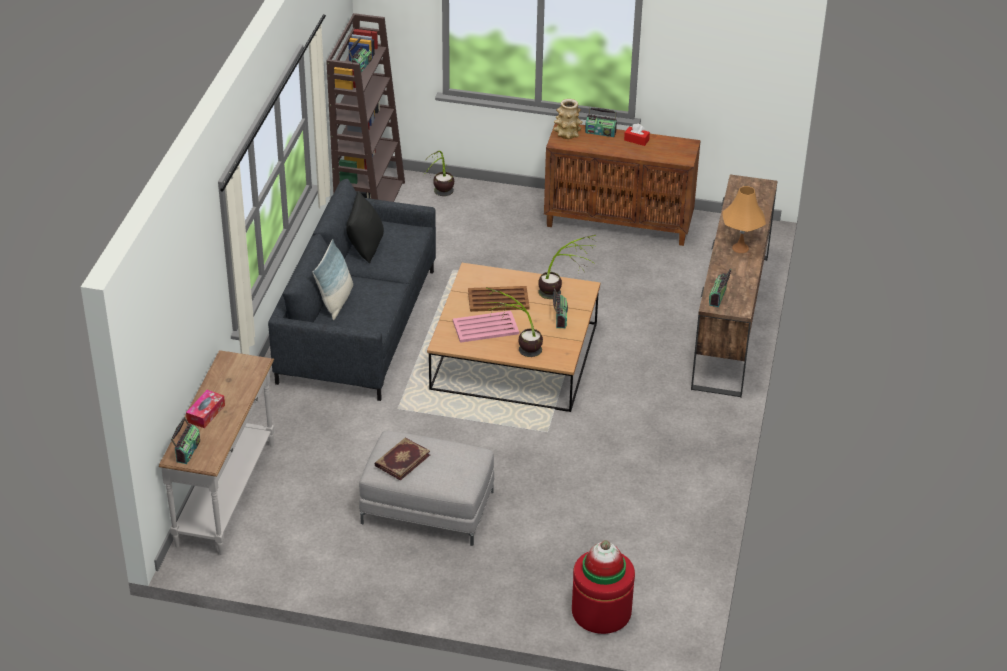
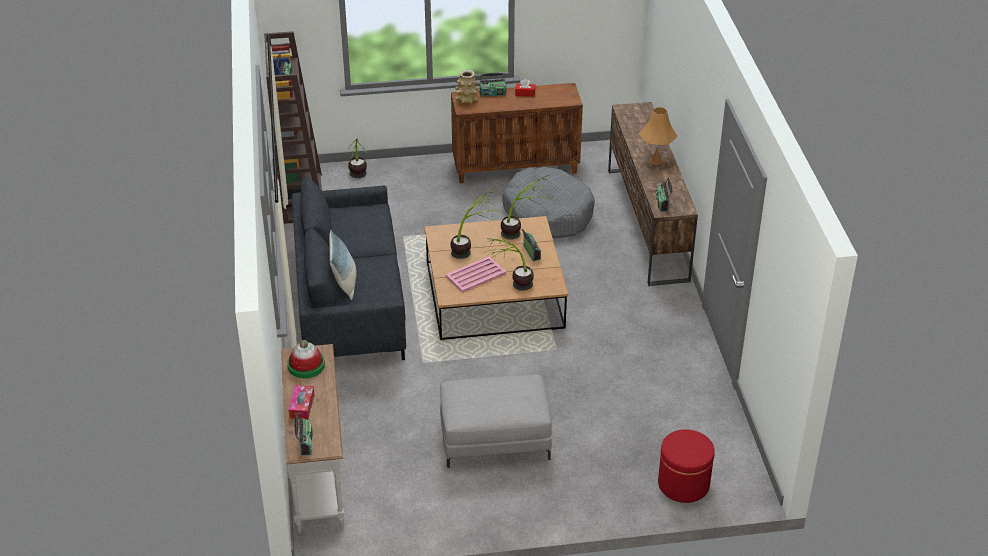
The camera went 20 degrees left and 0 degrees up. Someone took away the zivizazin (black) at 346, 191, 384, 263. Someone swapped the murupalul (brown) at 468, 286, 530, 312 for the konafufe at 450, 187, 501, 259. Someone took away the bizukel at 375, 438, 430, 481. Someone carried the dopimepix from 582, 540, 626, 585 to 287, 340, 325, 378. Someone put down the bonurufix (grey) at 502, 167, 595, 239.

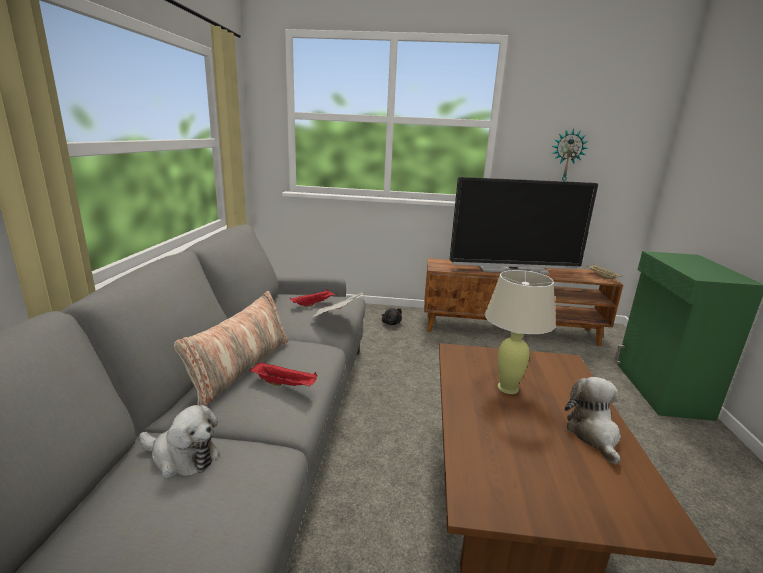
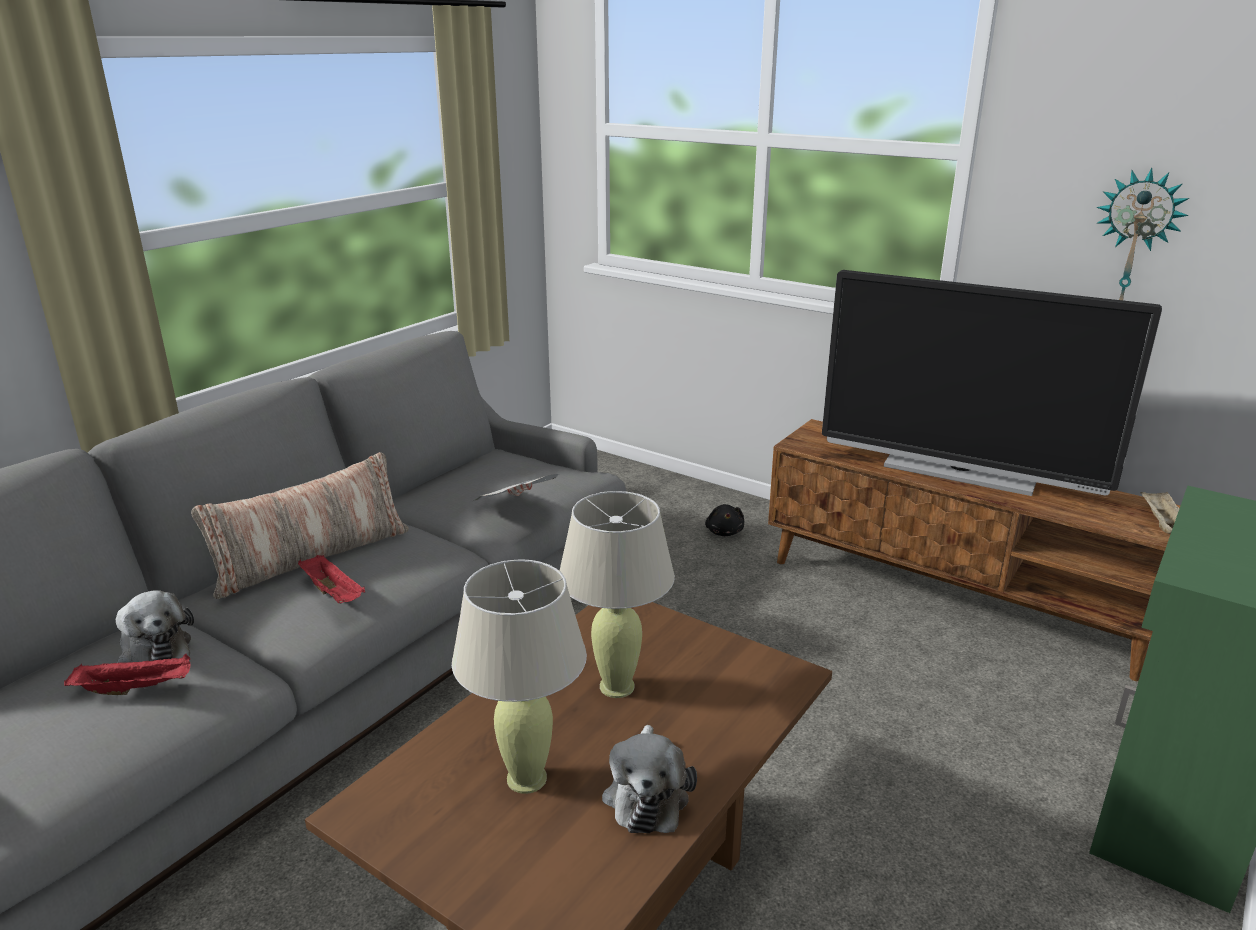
The camera went 30 degrees right and 5 degrees up. Someone carried the murupalul (red) from 290, 289, 337, 307 to 64, 653, 191, 695. Someone rotated the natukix at 565, 377, 621, 465 by 150 degrees clockwise. Someone put down the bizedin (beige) at 452, 559, 587, 794.

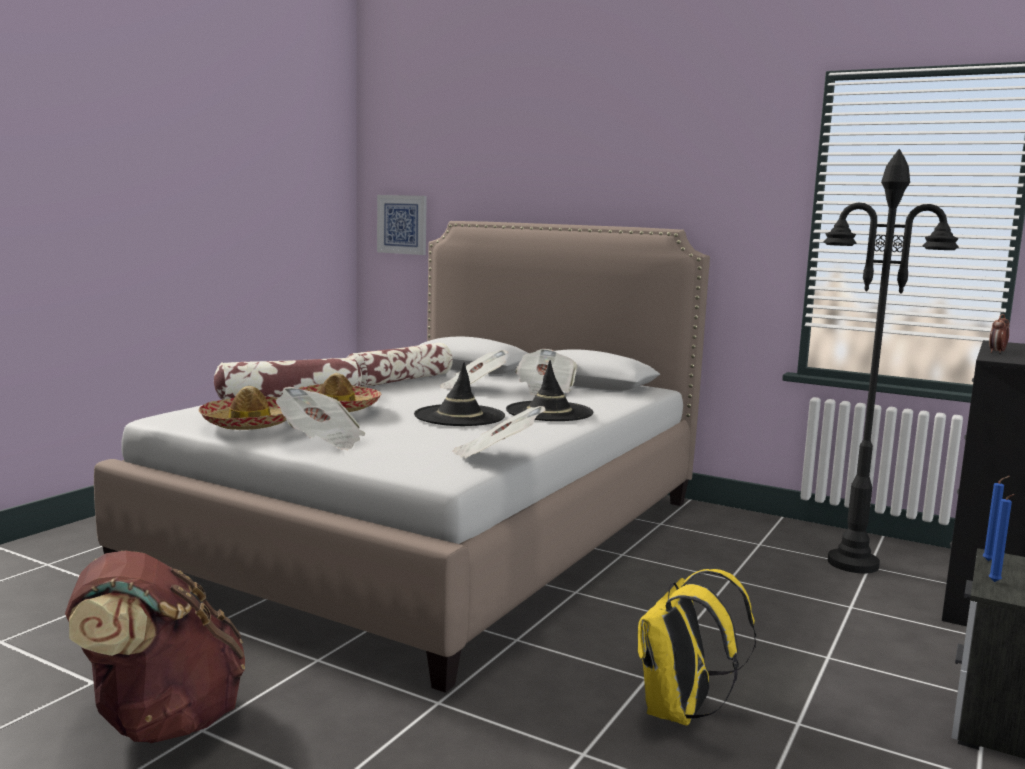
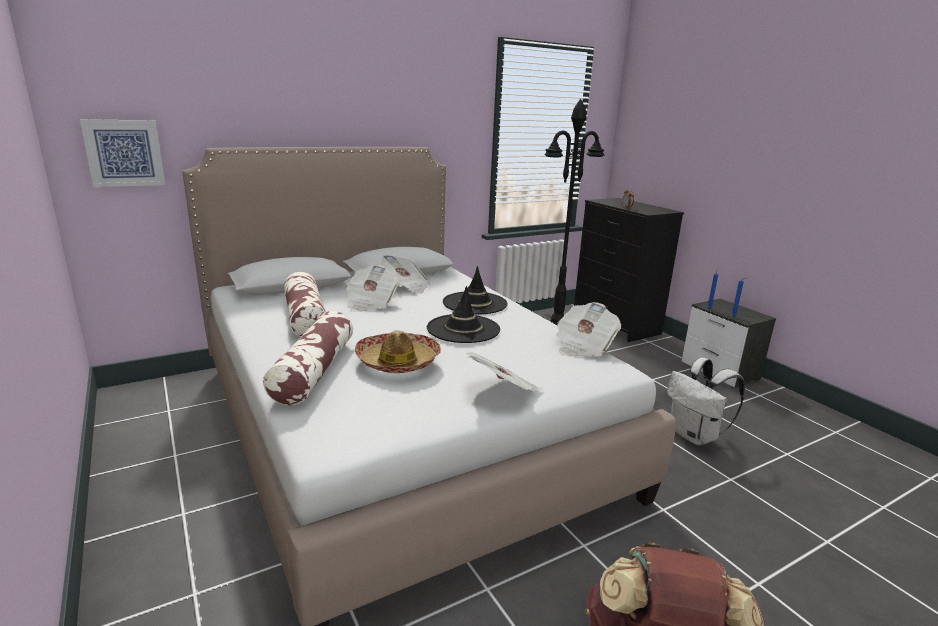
The camera went 60 degrees left and 10 degrees up. Someone took away the dopimepix at 199, 386, 286, 430. Someone repainted the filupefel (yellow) at 638, 569, 756, 726, which became the filupefel (white) at 667, 358, 745, 445.

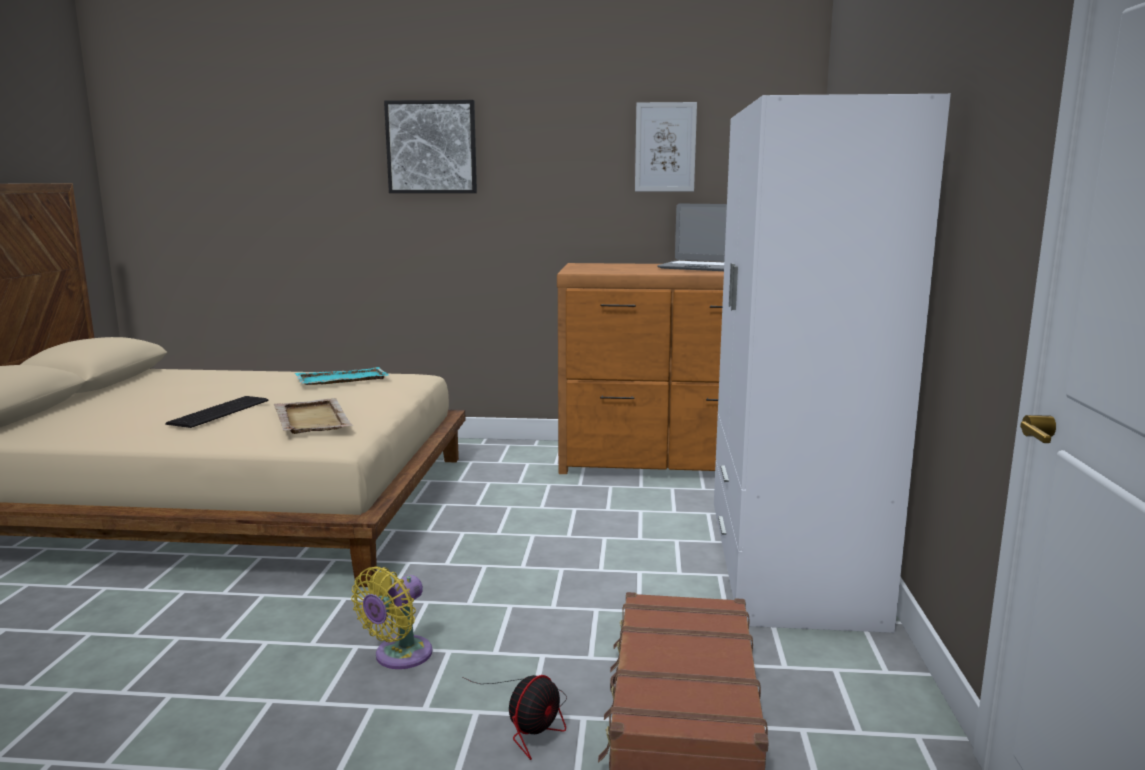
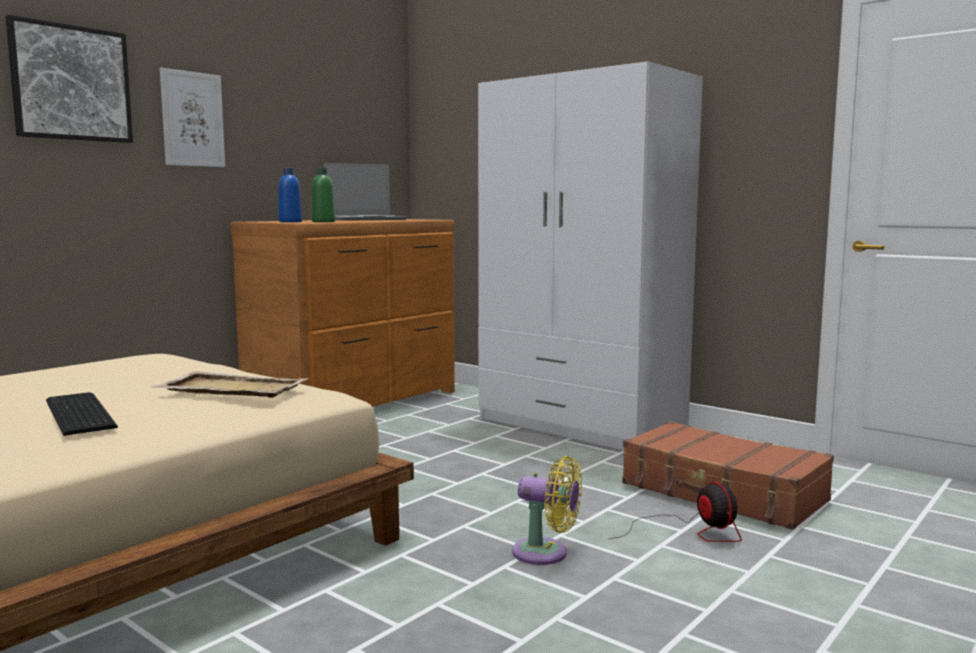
The camera went 55 degrees left and 5 degrees down. Someone carried the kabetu from 635, 102, 697, 191 to 160, 68, 225, 167. Someone took away the murupalul (turquoise) at 295, 367, 389, 385. Someone rotated the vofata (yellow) at 351, 566, 432, 669 by 45 degrees counterclockwise. Someone put down the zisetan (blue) at 278, 168, 302, 222. Someone put down the zisetan (green) at 312, 168, 335, 222.

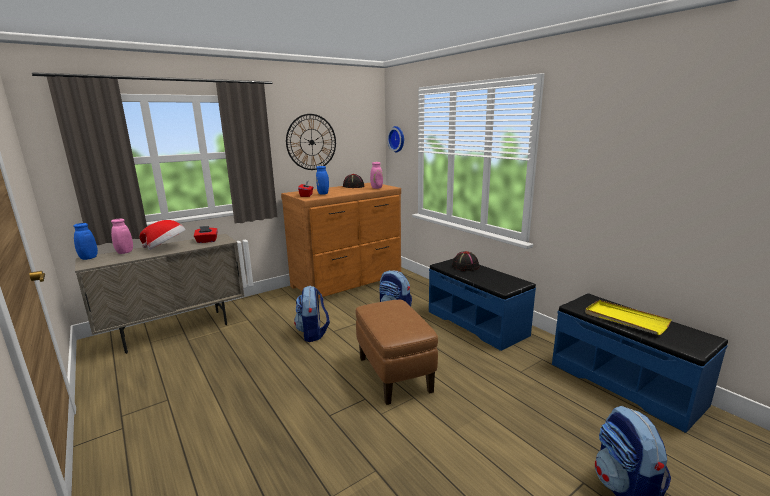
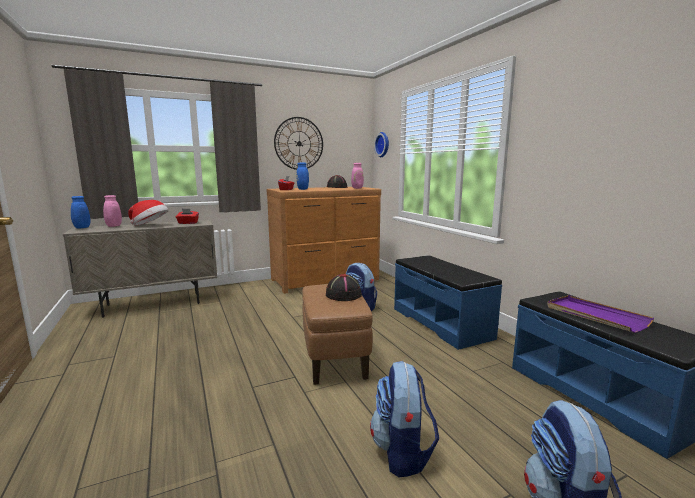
The camera went 10 degrees right and 5 degrees down. Someone carried the dopimepix (black) from 452, 251, 480, 271 to 326, 274, 362, 301. Someone carried the filupefel from 294, 286, 330, 342 to 370, 361, 439, 477. Someone repainted the murupalul (yellow) at 585, 300, 672, 335, which became the murupalul (purple) at 547, 295, 654, 333.

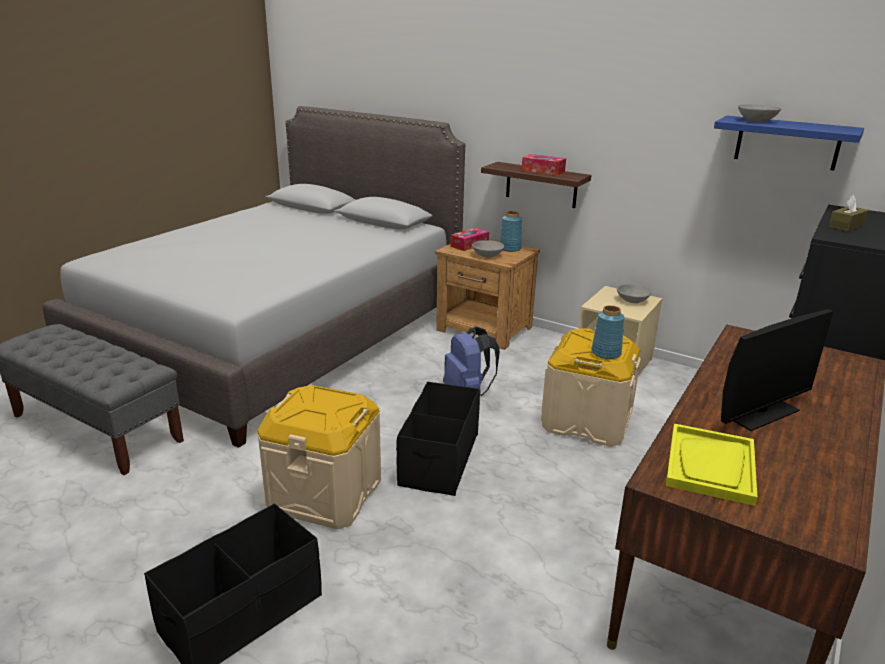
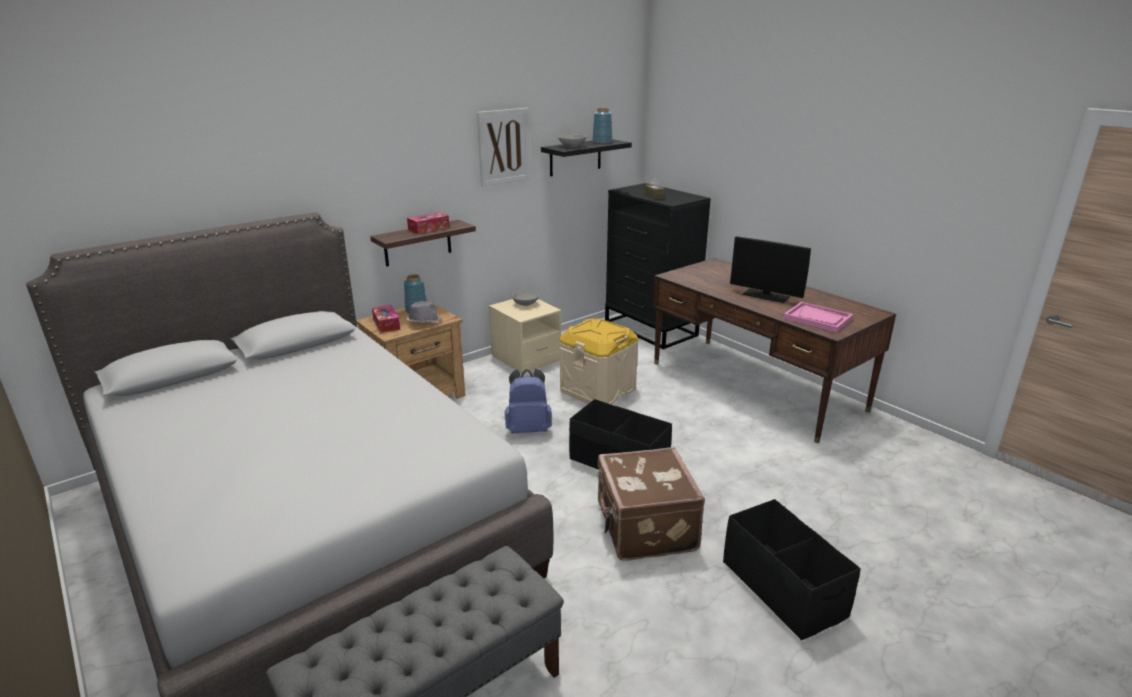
The camera went 70 degrees left and 0 degrees up. Someone repainted the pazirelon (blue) at 714, 116, 864, 171, which became the pazirelon (black) at 541, 139, 632, 176. Someone swapped the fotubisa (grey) at 472, 240, 504, 257 for the dopimepix (grey) at 407, 301, 442, 323. Someone carried the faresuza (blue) from 591, 305, 625, 359 to 592, 108, 612, 144. Someone rotated the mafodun at 721, 309, 834, 431 by 135 degrees clockwise. Someone swapped the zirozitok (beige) at 257, 385, 381, 529 for the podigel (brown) at 597, 447, 705, 561. Someone repainted the murupalul (yellow) at 666, 424, 757, 506, which became the murupalul (pink) at 783, 302, 853, 332. Someone put up the kabetu at 477, 108, 530, 187.

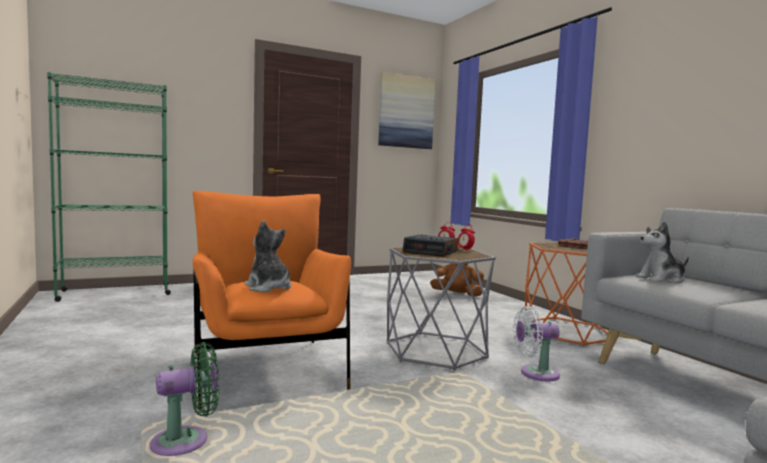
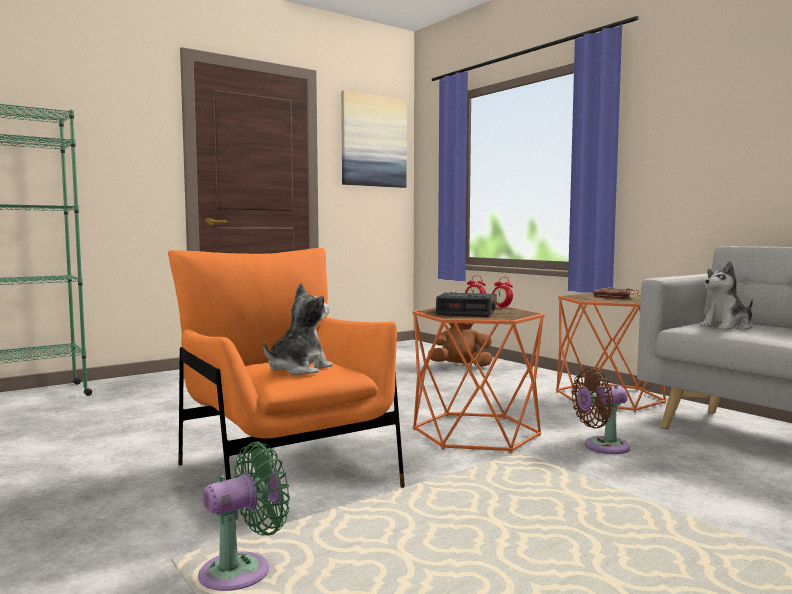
The camera went 10 degrees left and 0 degrees up. Someone rotated the natukix at 244, 220, 291, 292 by 90 degrees clockwise. Someone repainted the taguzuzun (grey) at 386, 247, 496, 371, which became the taguzuzun (orange) at 413, 306, 545, 453. Someone repainted the vofata (white) at 513, 306, 560, 382, which became the vofata (brown) at 571, 368, 630, 454.

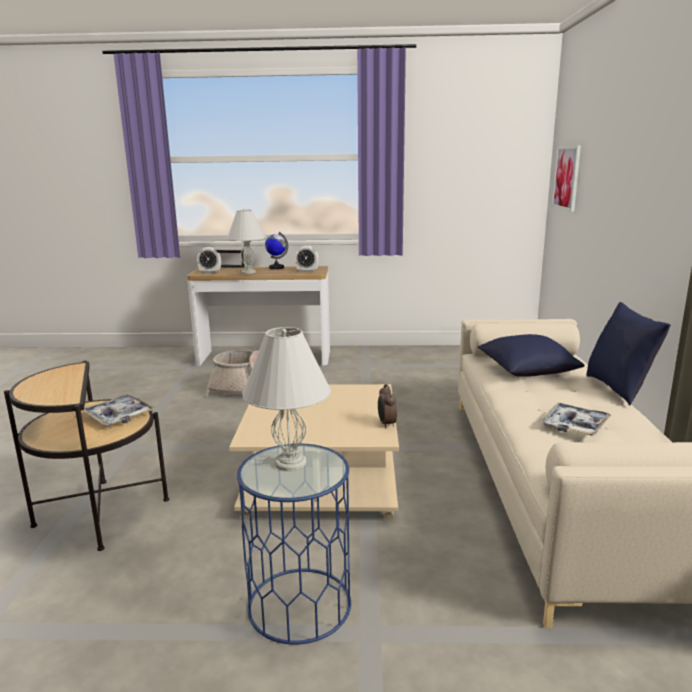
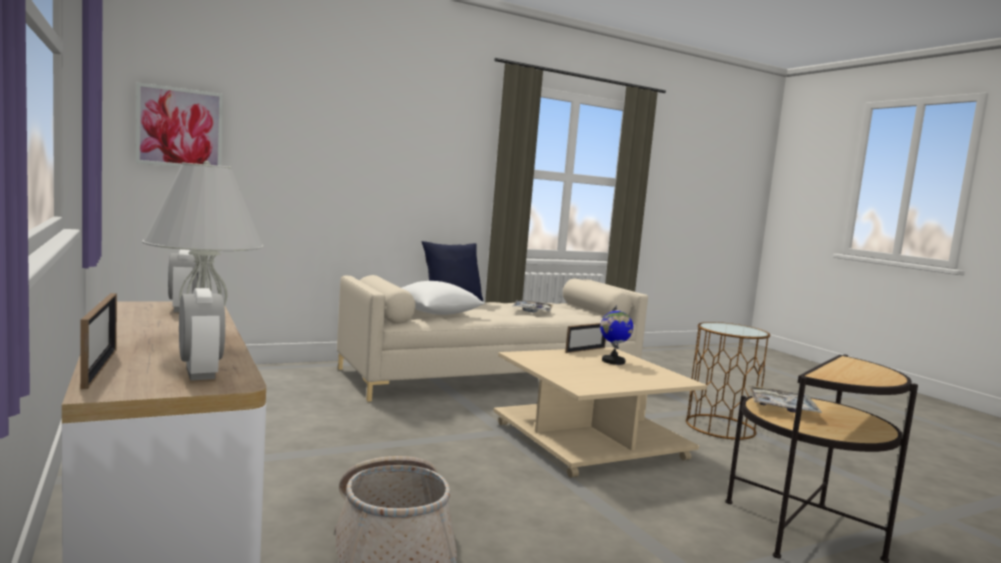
The camera went 120 degrees left and 10 degrees down. Someone carried the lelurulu from 265, 232, 288, 269 to 600, 305, 633, 365. Someone took away the bizedin (white) at 242, 327, 331, 471. Someone repainted the zivizazin (blue) at 478, 334, 584, 377, which became the zivizazin (white) at 402, 281, 485, 315. Someone swapped the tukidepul at 378, 384, 397, 428 for the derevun at 565, 323, 606, 353. Someone repainted the taguzuzun (blue) at 237, 444, 351, 644, which became the taguzuzun (brown) at 686, 322, 770, 440.

